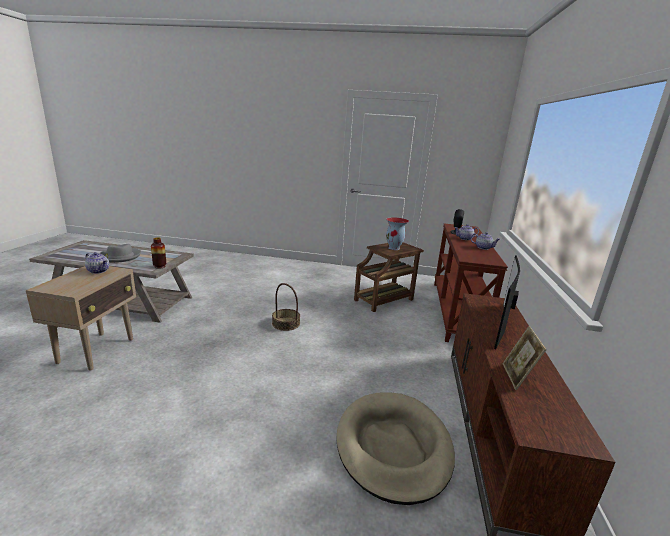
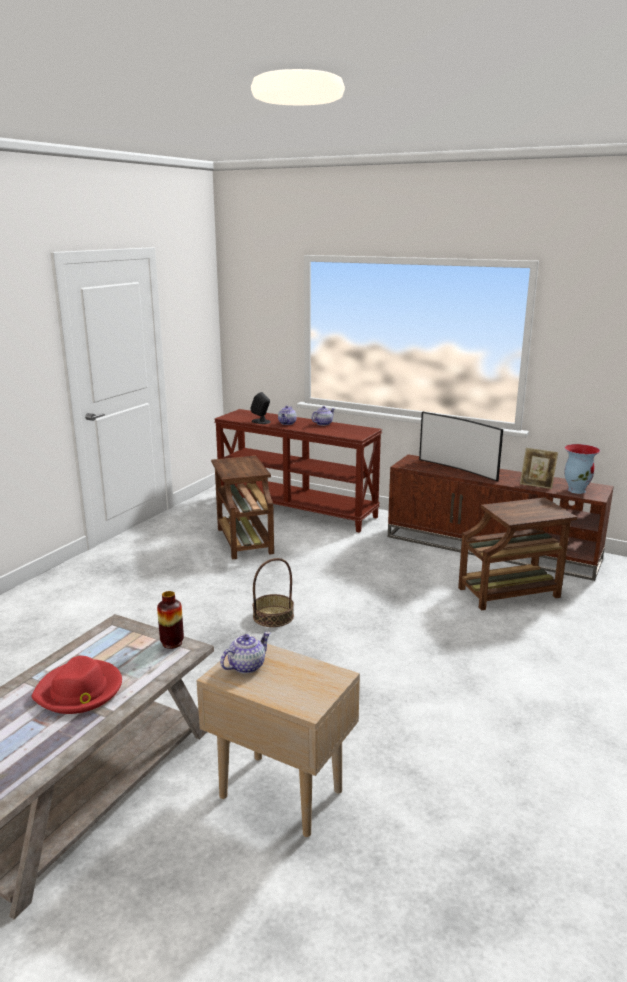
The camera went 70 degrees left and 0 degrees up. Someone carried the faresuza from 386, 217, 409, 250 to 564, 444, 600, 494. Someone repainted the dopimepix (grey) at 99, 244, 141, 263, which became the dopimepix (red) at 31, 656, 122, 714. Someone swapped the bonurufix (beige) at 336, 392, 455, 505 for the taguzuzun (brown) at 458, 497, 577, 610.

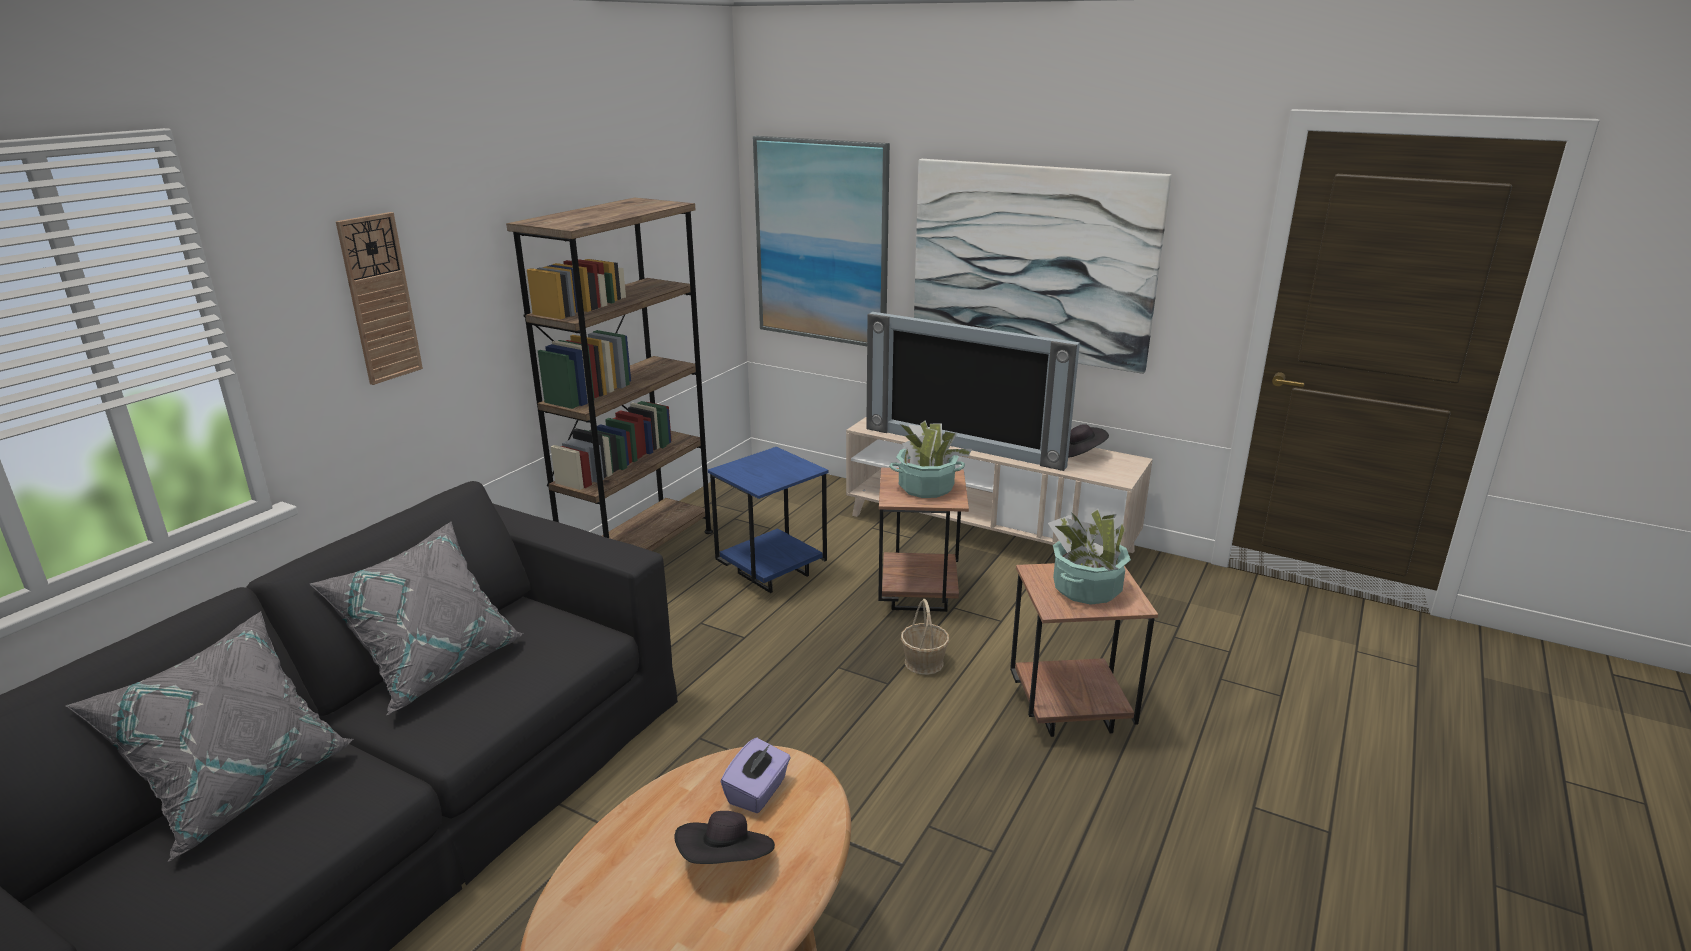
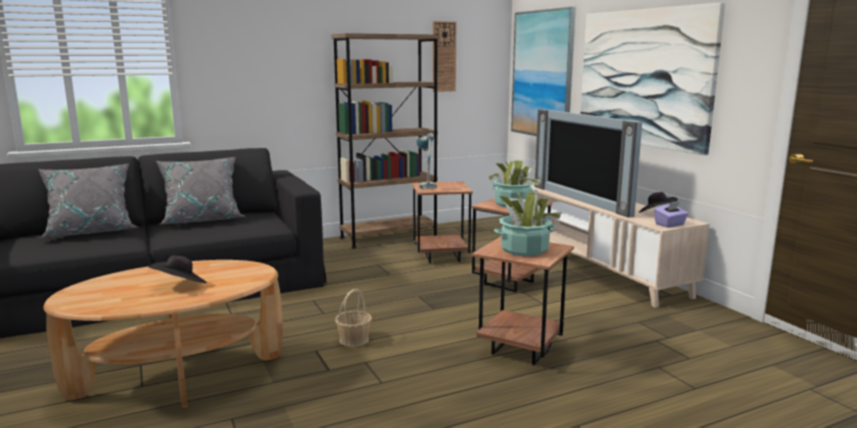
The camera went 35 degrees right and 10 degrees down. Someone carried the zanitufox from 336, 212, 423, 385 to 433, 21, 456, 92. Someone repainted the taguzuzun (blue) at 708, 447, 828, 593, which became the taguzuzun (brown) at 412, 181, 473, 263. Someone carried the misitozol from 901, 599, 949, 675 to 335, 289, 372, 347. Someone carried the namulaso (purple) from 720, 737, 791, 813 to 654, 202, 689, 228. Someone put down the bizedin at 416, 133, 436, 189.

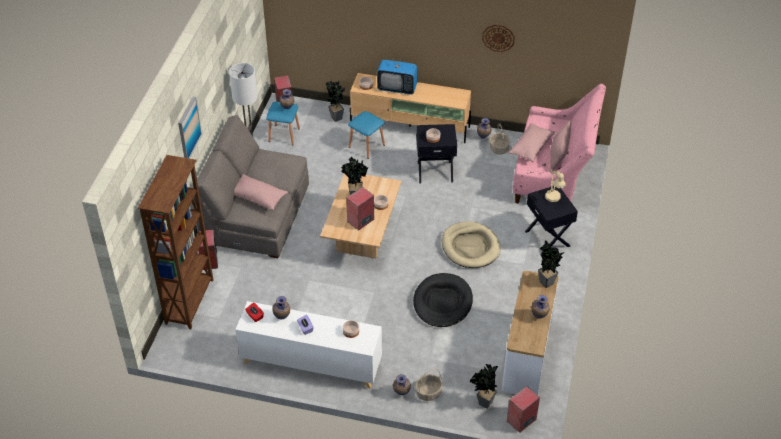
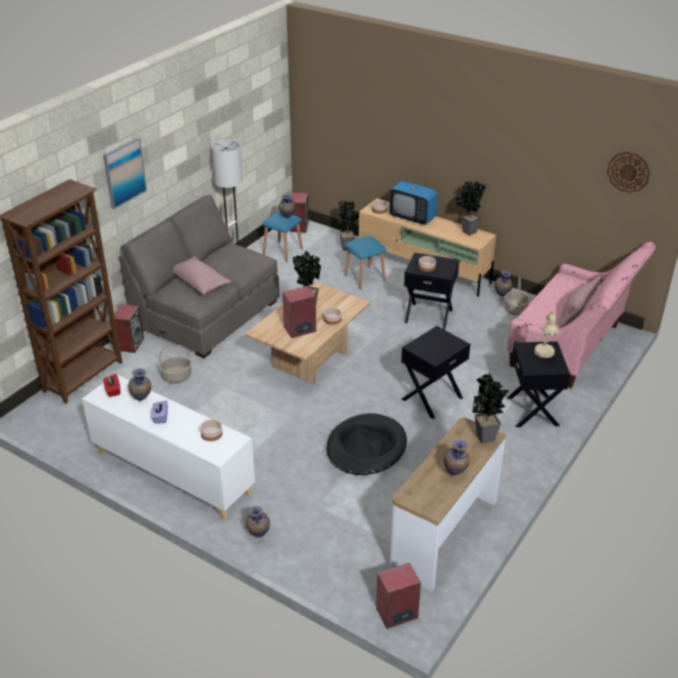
The camera went 20 degrees right and 10 degrees down. Someone carried the zanitufox from 482, 25, 515, 52 to 607, 152, 650, 193. Someone took away the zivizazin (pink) at 509, 123, 555, 162. Someone swapped the bonurufix (beige) at 442, 221, 501, 268 for the taguzuzun (black) at 401, 326, 470, 419. Someone carried the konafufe from 469, 364, 499, 409 to 455, 181, 486, 236. Someone carried the misitozol from 415, 369, 443, 401 to 159, 344, 191, 383.

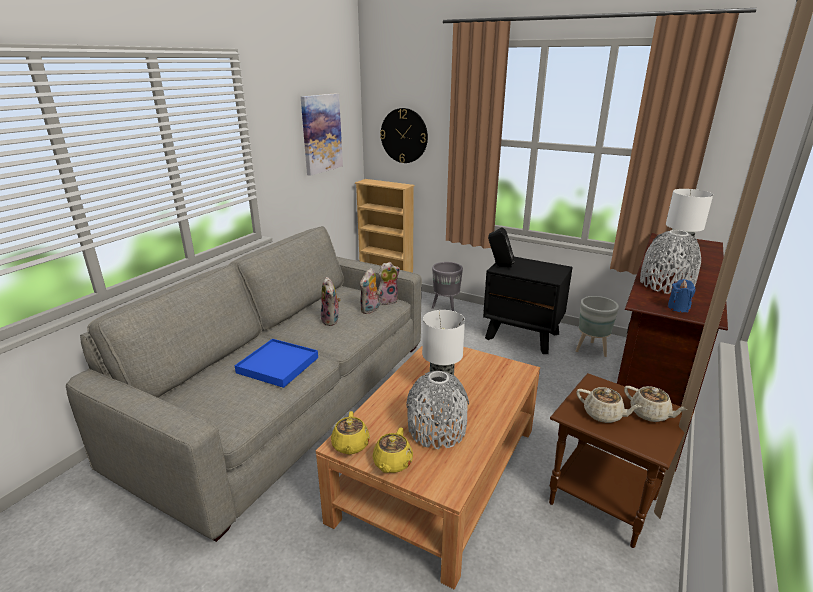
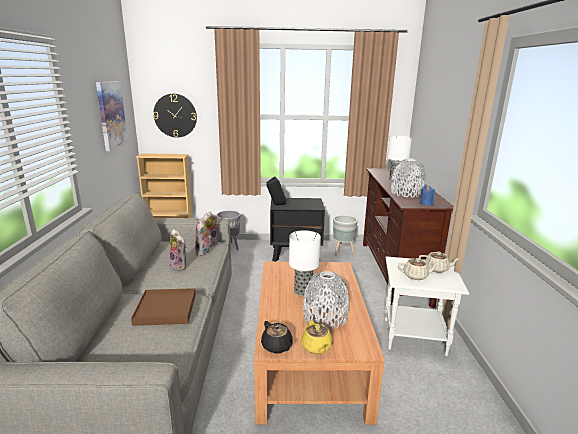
The camera went 30 degrees left and 5 degrees down. Someone repainted the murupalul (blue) at 235, 339, 318, 388, which became the murupalul (brown) at 131, 288, 196, 326. Someone repainted the taguzuzun (brown) at 549, 373, 694, 548, which became the taguzuzun (white) at 385, 257, 470, 356. Someone repainted the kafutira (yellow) at 331, 411, 370, 455, which became the kafutira (black) at 261, 321, 293, 353.

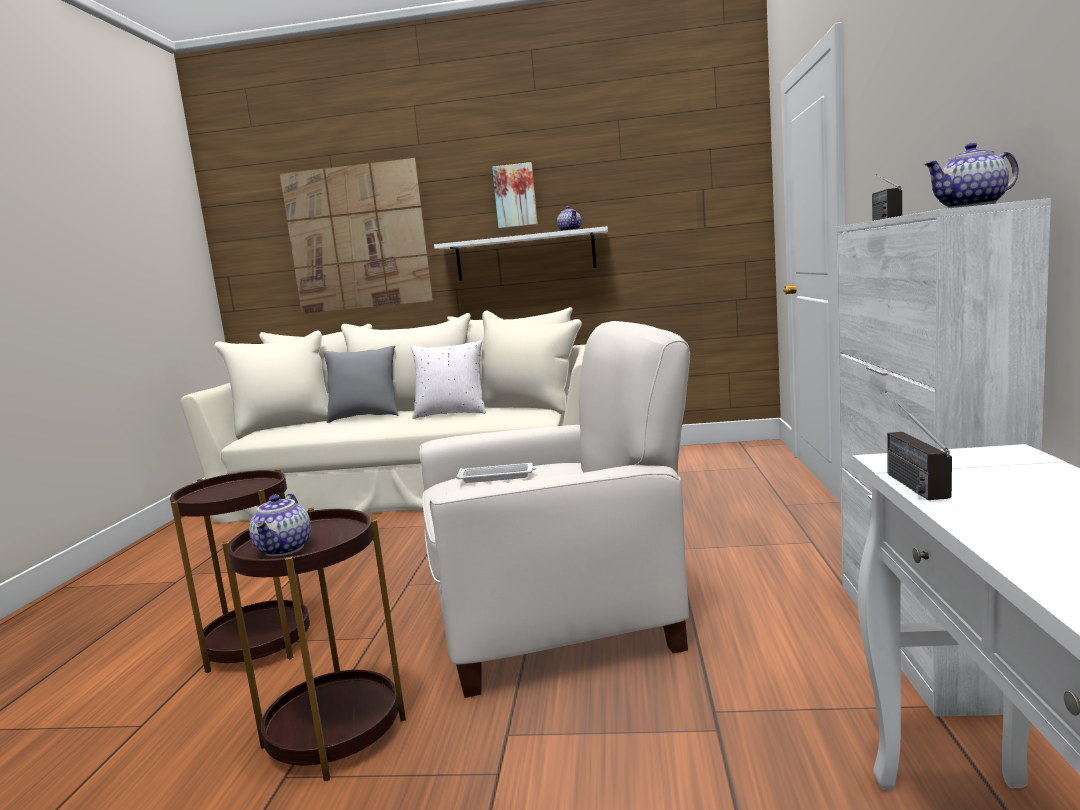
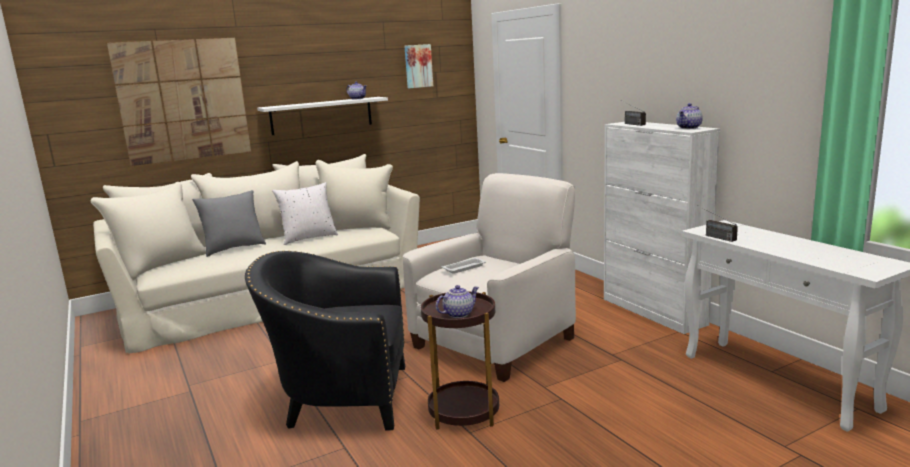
The camera went 35 degrees left and 5 degrees up. Someone carried the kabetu from 492, 162, 538, 228 to 405, 44, 433, 88. Someone swapped the taguzuzun (brown) at 170, 469, 310, 673 for the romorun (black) at 245, 250, 405, 431. Someone rotated the kafutira at 249, 494, 311, 557 by 90 degrees counterclockwise.

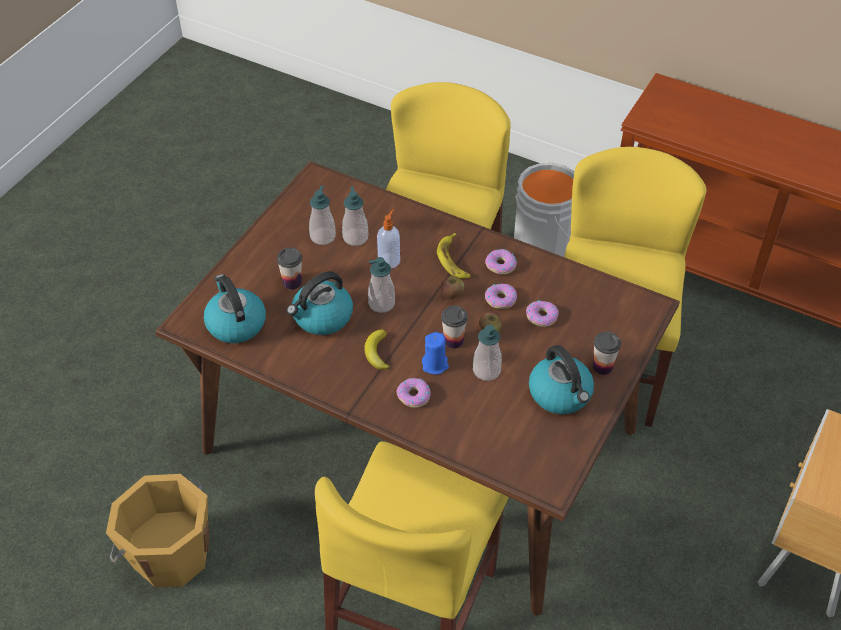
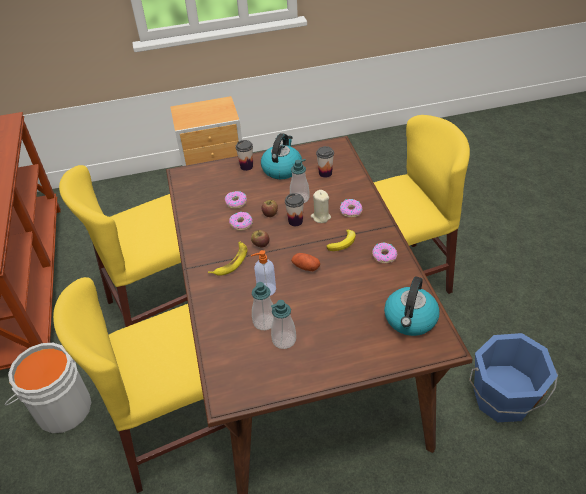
The camera went 130 degrees left and 5 degrees down. Someone carried the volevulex from 277, 248, 302, 290 to 316, 146, 334, 178. Someone carried the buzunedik from 485, 249, 517, 275 to 372, 243, 397, 263. Someone swapped the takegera at 368, 257, 395, 313 for the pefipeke at 291, 253, 320, 271. Someone took away the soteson at 287, 271, 353, 335. Someone repainted the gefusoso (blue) at 422, 332, 449, 375, which became the gefusoso (beige) at 311, 190, 331, 223. Someone repainted the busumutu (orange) at 106, 474, 209, 587, which became the busumutu (blue) at 469, 333, 558, 422.

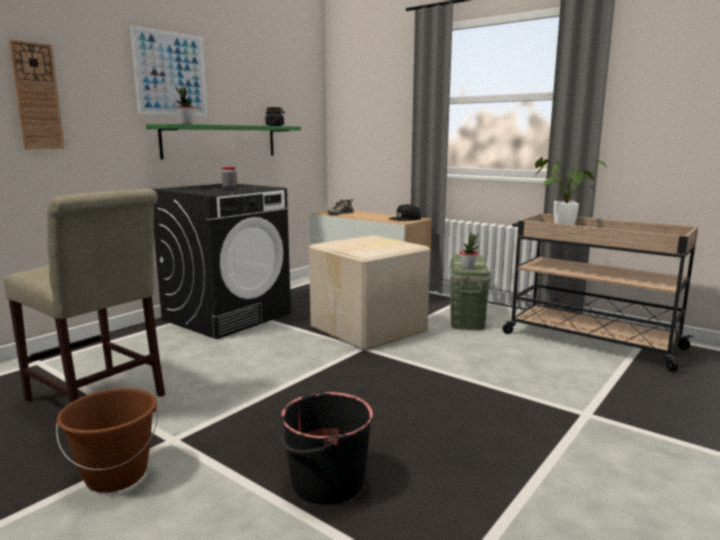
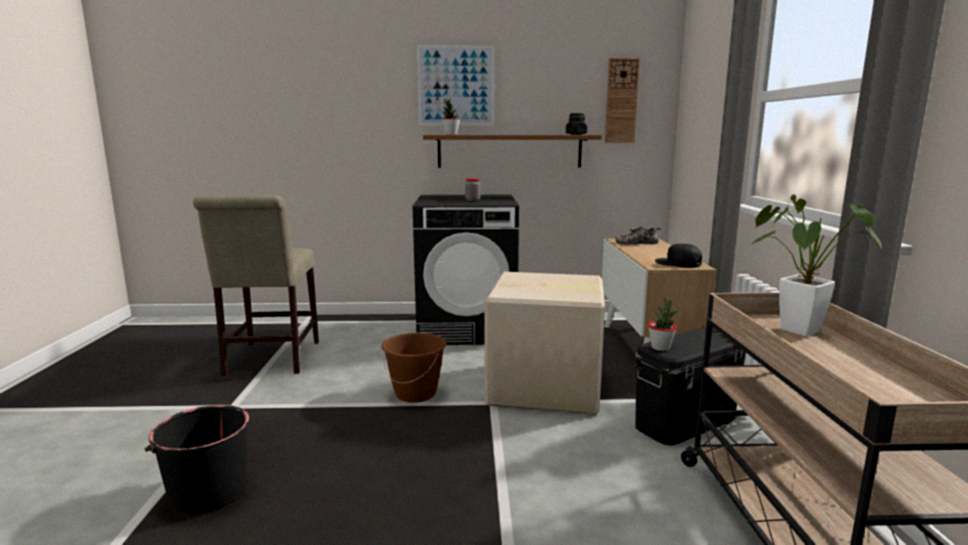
The camera went 50 degrees right and 0 degrees up. Someone carried the zanitufox from 8, 39, 65, 149 to 605, 58, 640, 143. Someone repainted the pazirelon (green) at 146, 124, 301, 159, which became the pazirelon (brown) at 423, 135, 602, 168. Someone repainted the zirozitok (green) at 449, 254, 490, 330, which became the zirozitok (black) at 635, 327, 746, 445. Someone carried the busumutu (brown) from 56, 388, 159, 493 to 382, 333, 447, 403.

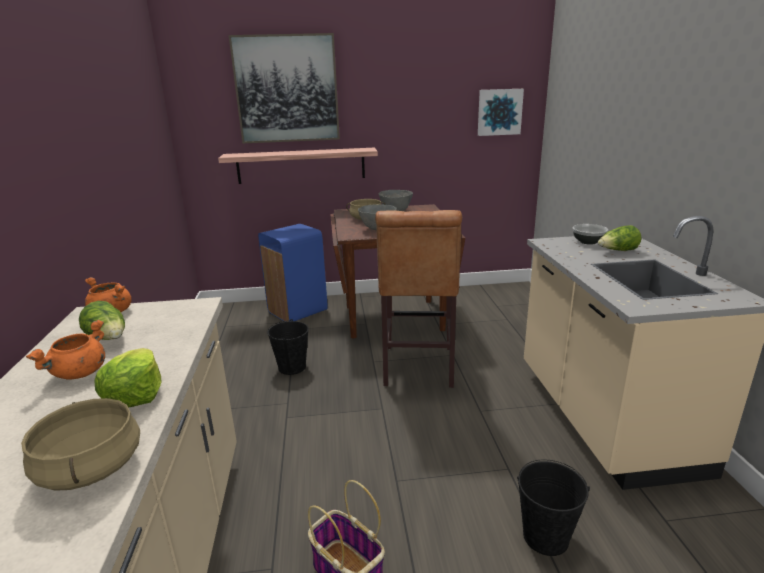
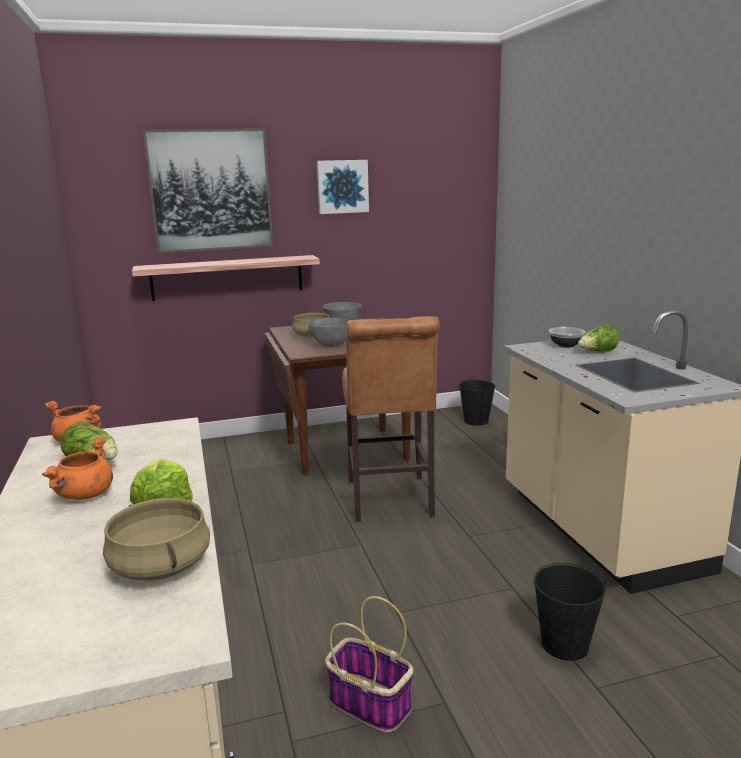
The camera went 10 degrees left and 5 degrees down. Someone carried the kabetu from 478, 89, 524, 136 to 317, 160, 369, 214. Someone took away the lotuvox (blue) at 258, 224, 328, 322. Someone carried the busumutu (black) from 267, 319, 309, 375 to 459, 378, 495, 426.

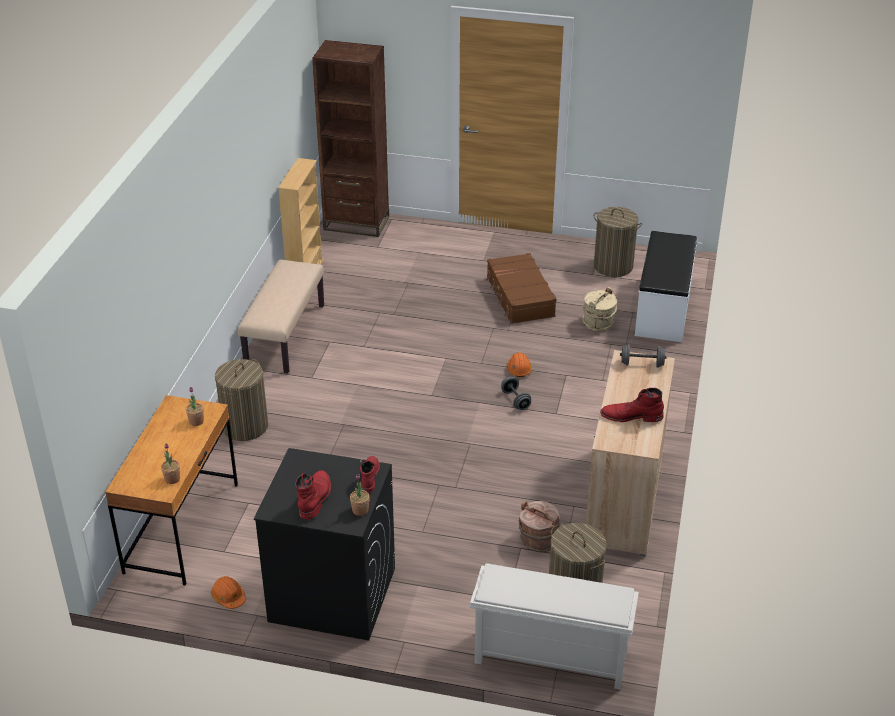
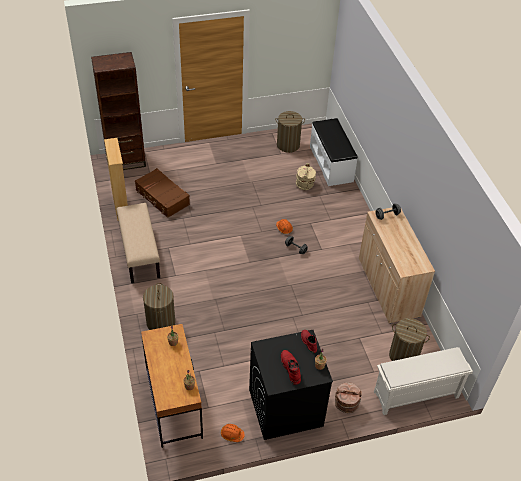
The camera went 30 degrees left and 10 degrees up. Someone carried the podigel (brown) from 486, 253, 557, 324 to 135, 168, 190, 218. Someone took away the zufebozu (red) at 600, 388, 664, 422. Someone carried the busumutu (brown) from 519, 501, 561, 552 to 335, 382, 362, 413.

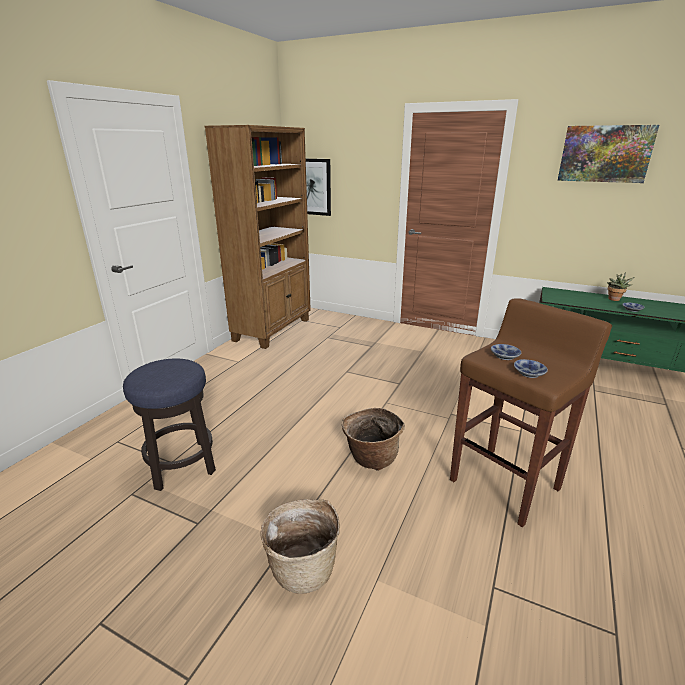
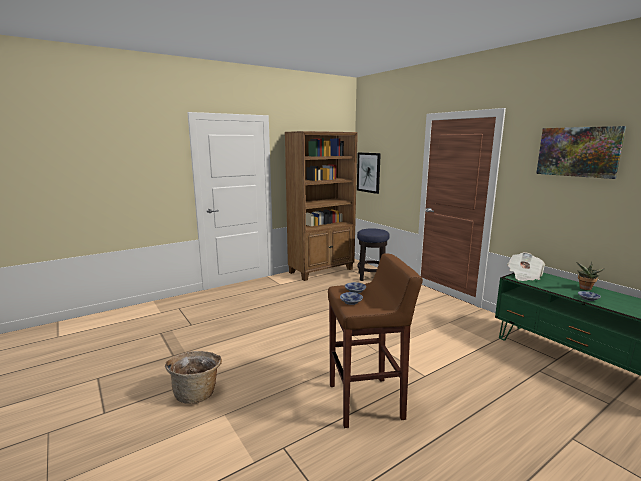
The camera went 30 degrees right and 10 degrees down. Someone carried the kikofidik from 123, 358, 216, 491 to 357, 228, 390, 281. Someone took away the misitozol at 342, 408, 405, 471. Someone put down the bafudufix at 507, 252, 545, 281.

